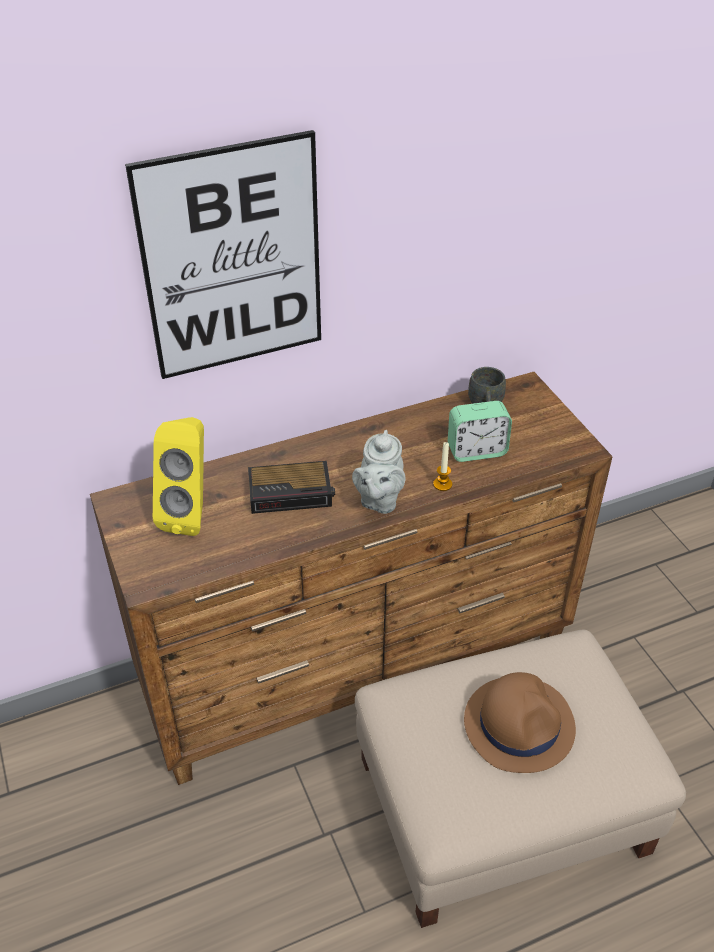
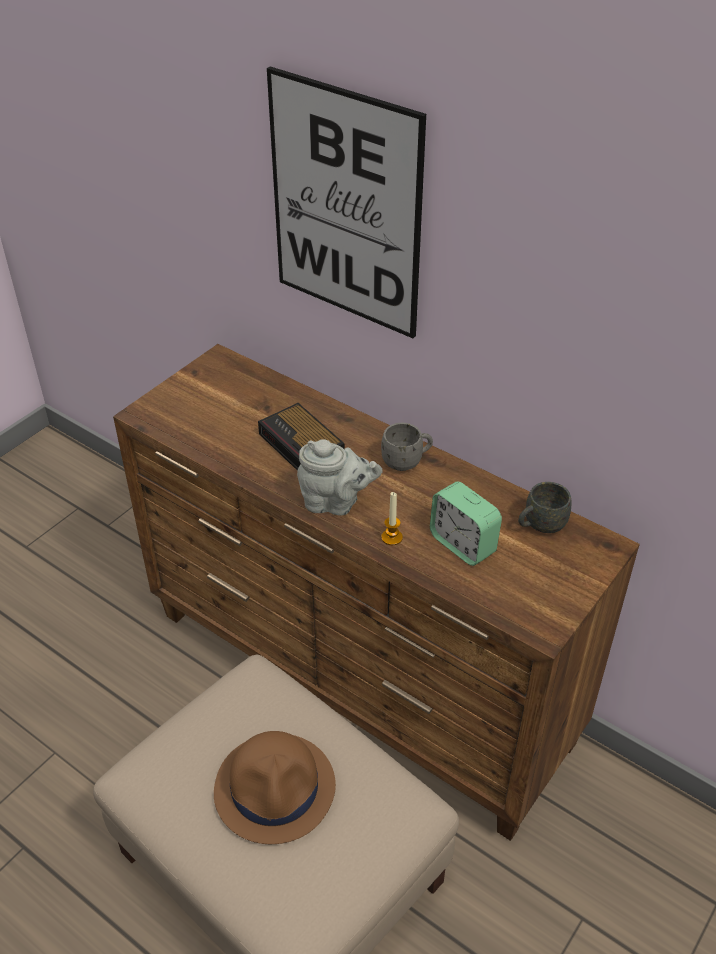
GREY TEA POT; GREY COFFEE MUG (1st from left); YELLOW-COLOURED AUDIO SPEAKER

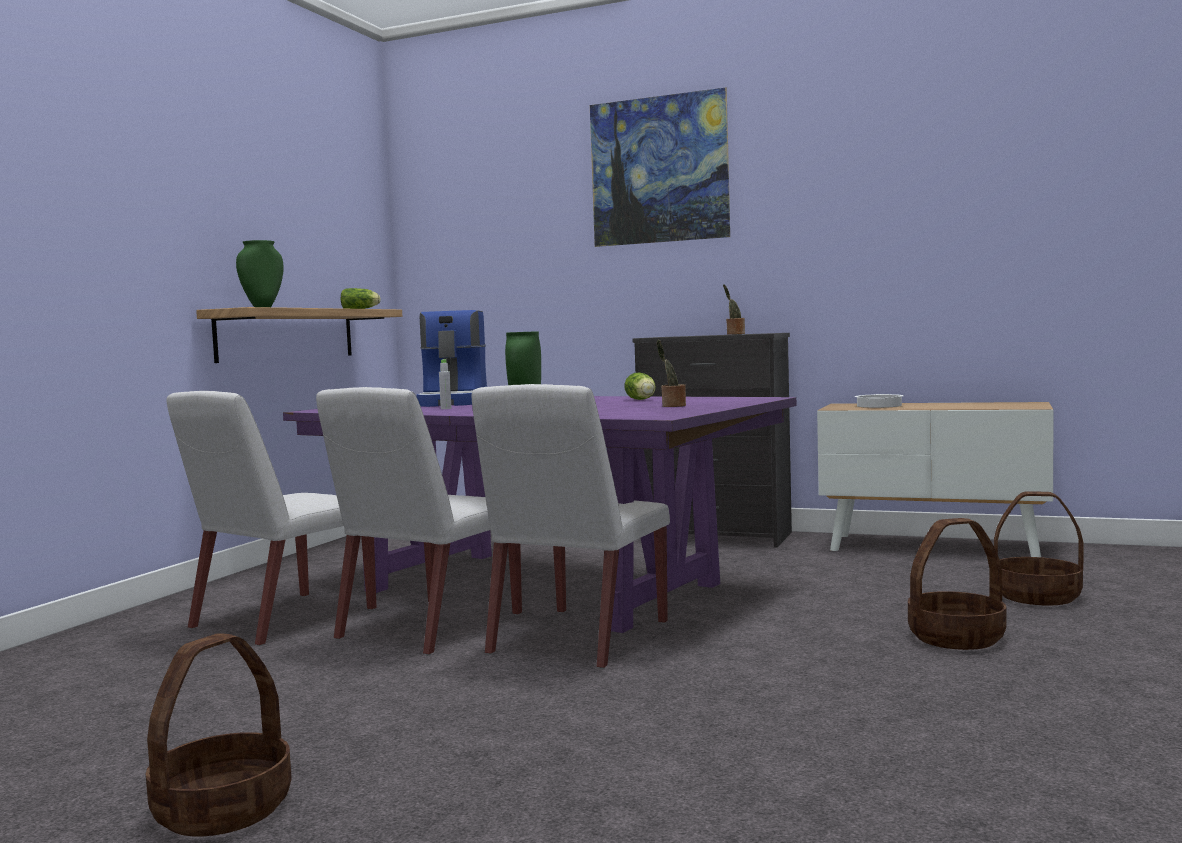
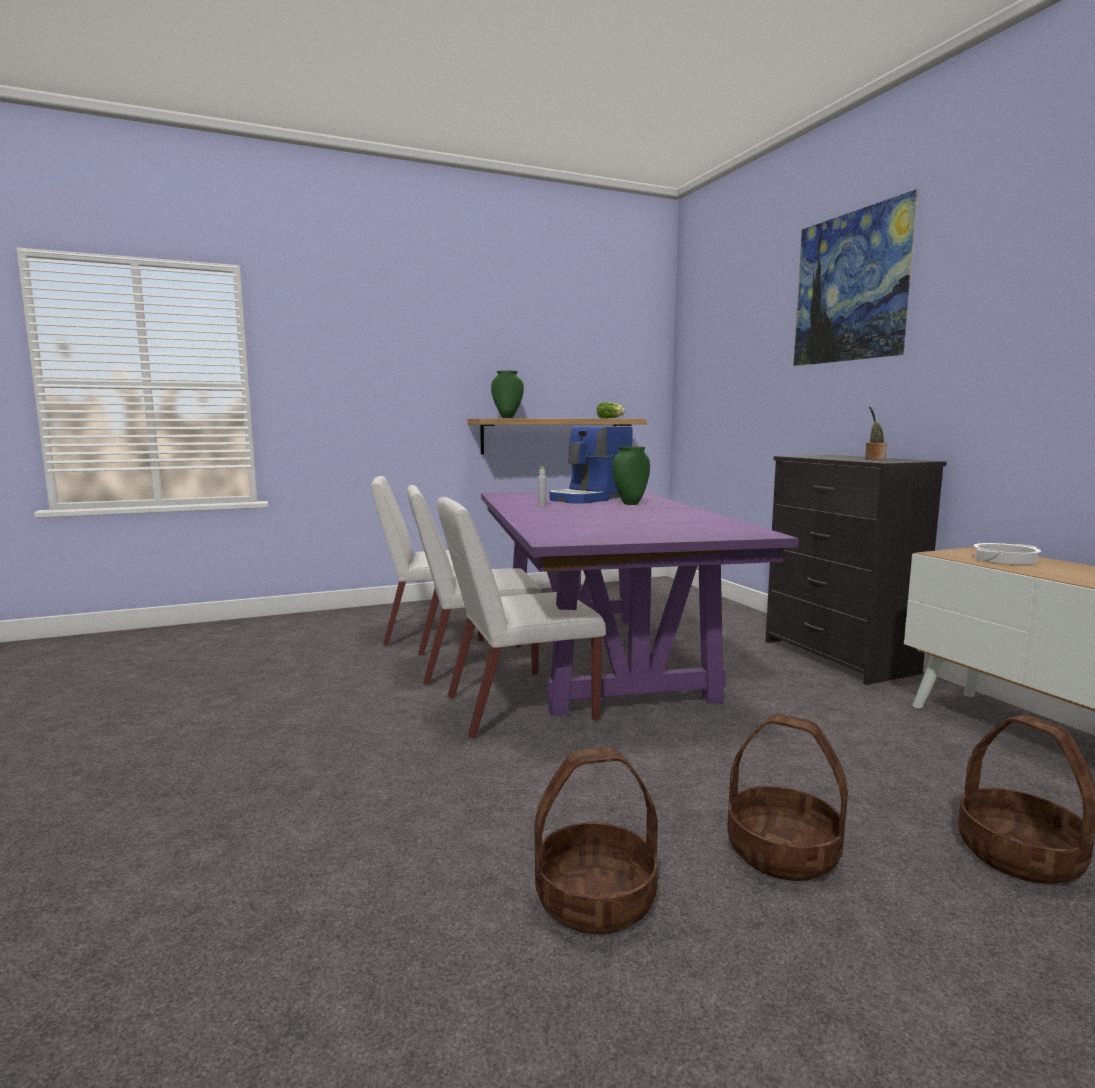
HOUSEHOLD BASKET (1st from left); HEAD OF LETTUCE (2nd from left in the first image); HOUSEPLANT (1st from left in the first image)

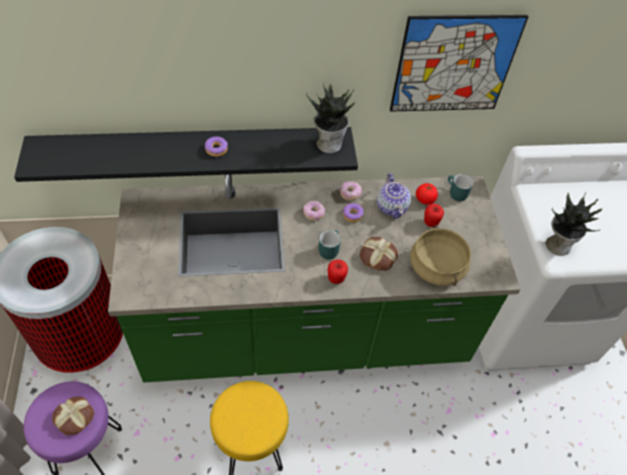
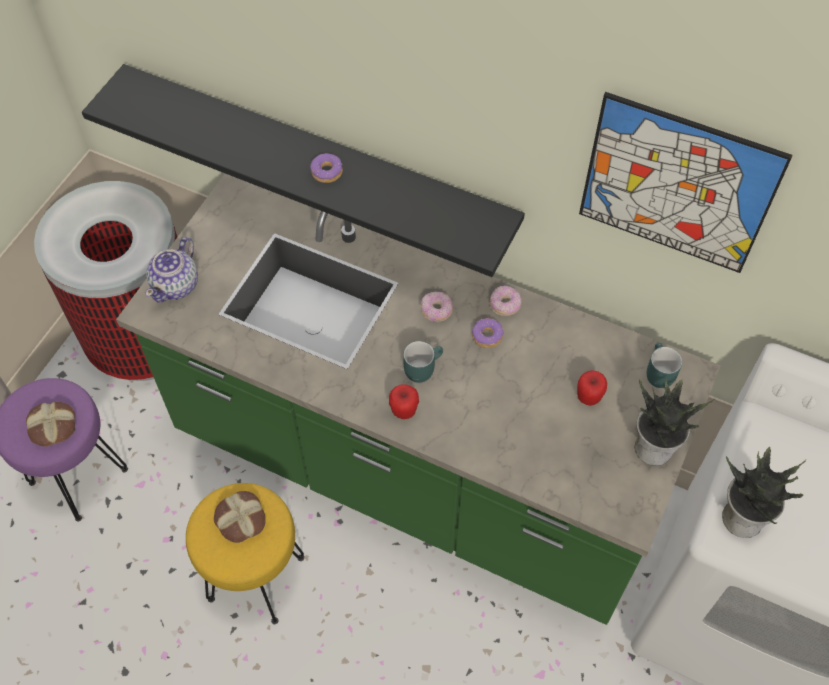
TEA POT; BAKED BREAD (2nd from left); HOUSEPLANT (1st from left); BEIGE SAUCEPOT; WHOLE TOMATO

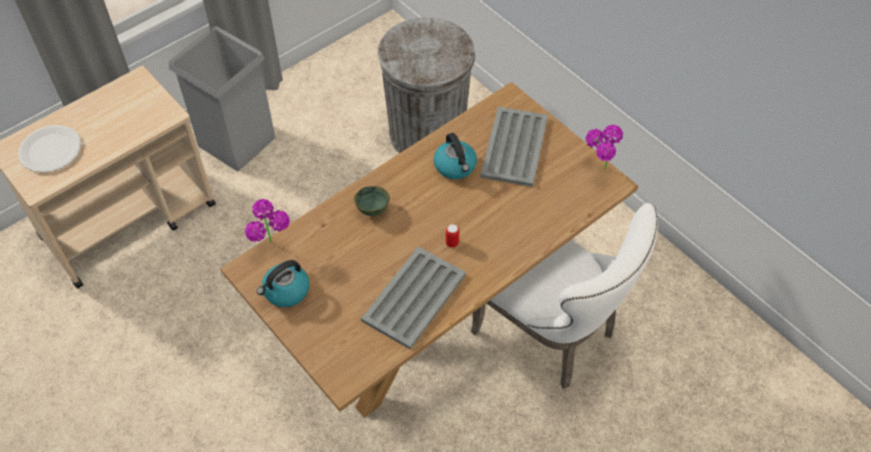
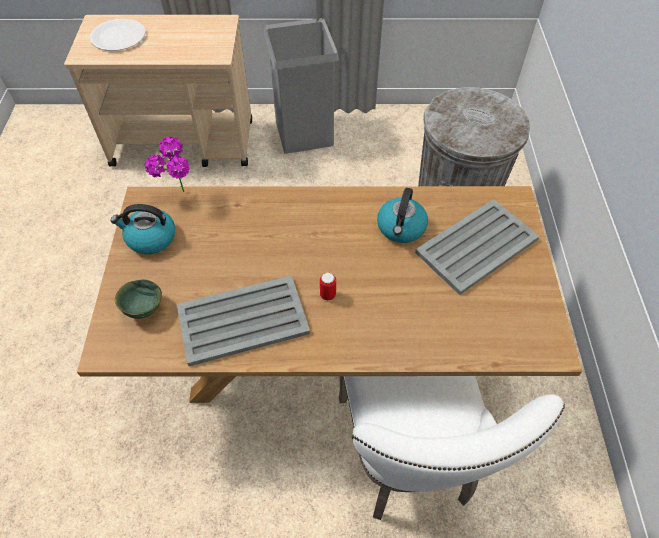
GREENISH DEEP DISH; HOUSEPLANT (2nd from left in the first image)

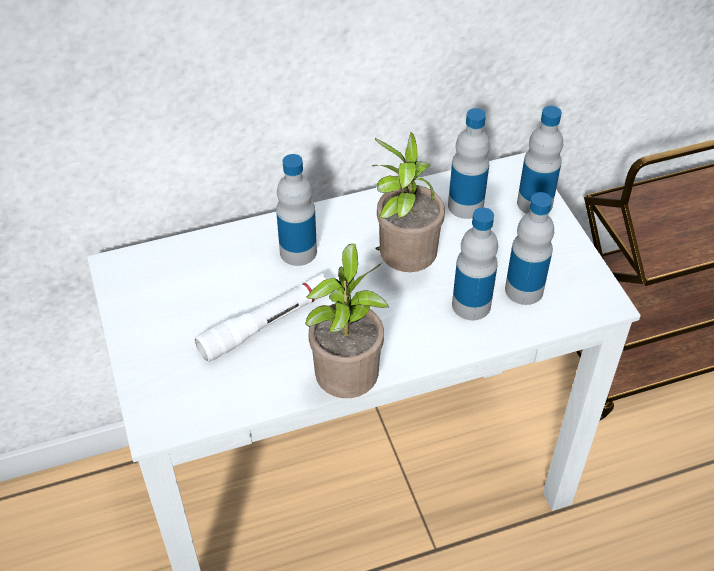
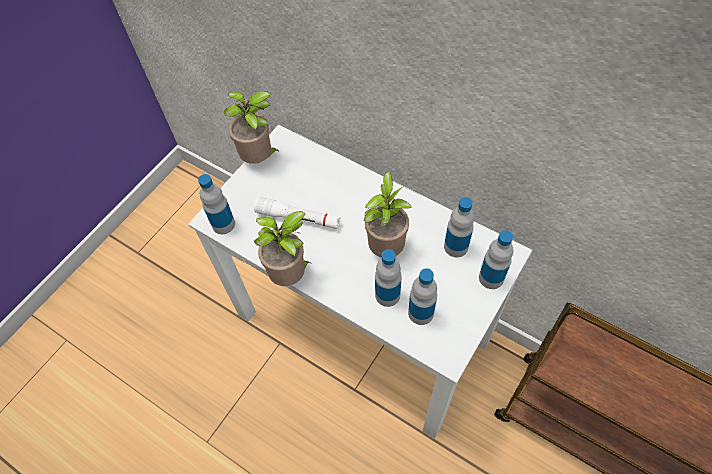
BOTTLE (1st from left); HOUSEPLANT (1st from left)

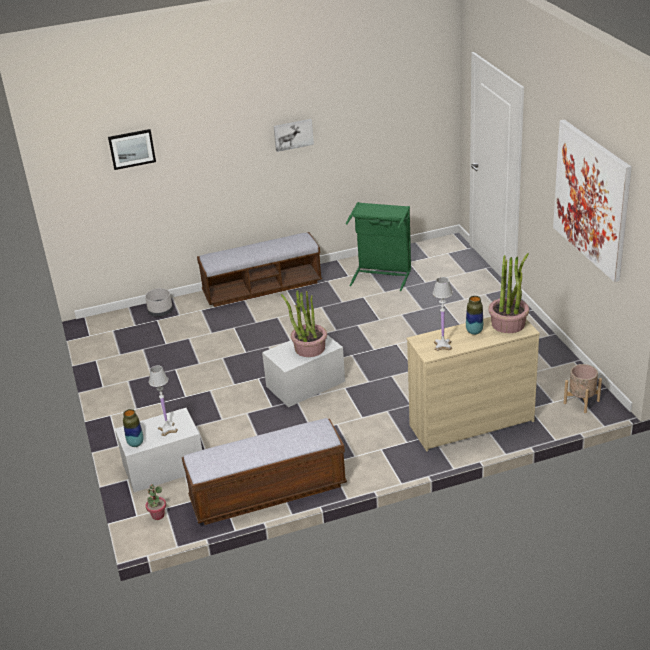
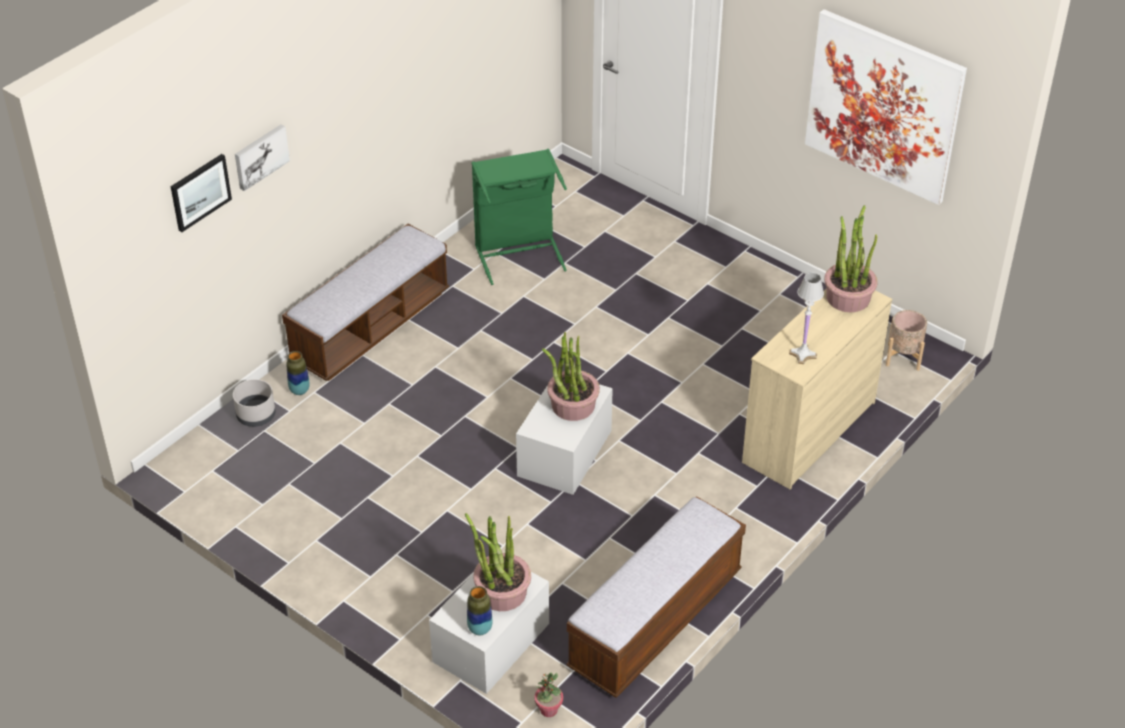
WALL PICTURE (2nd from left); DECORATIVE VASE (1st from left); HOUSEPLANT (1st from left)

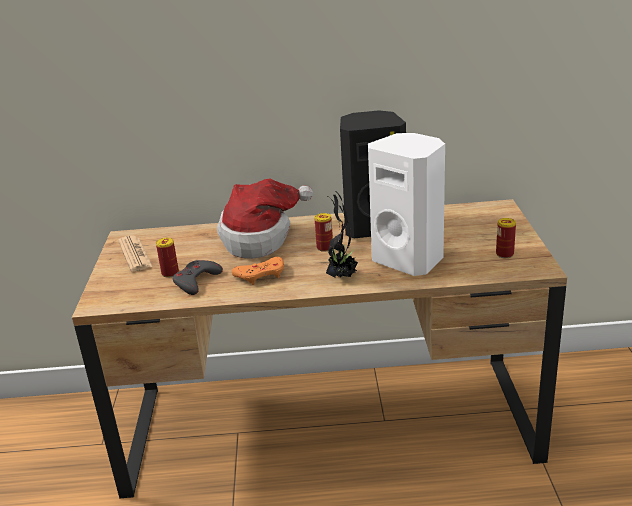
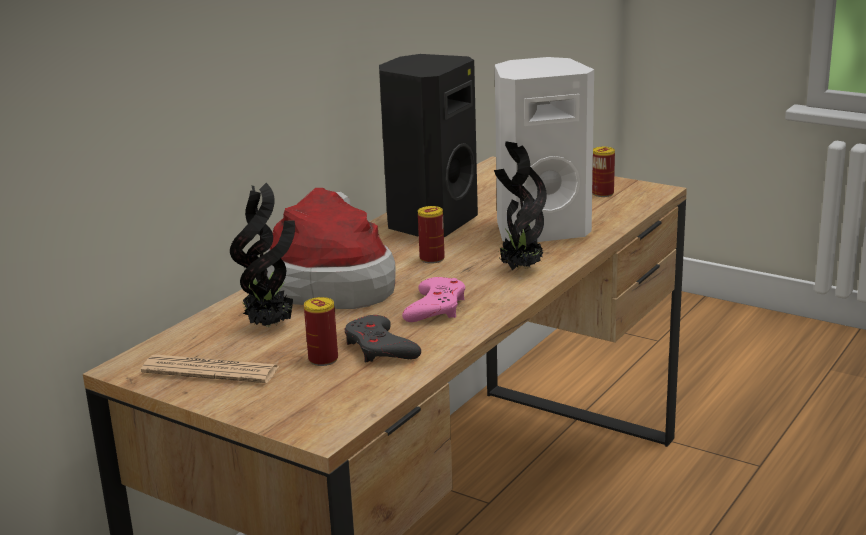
HOUSEPLANT (1st from left); PINKISH GAMEPAD

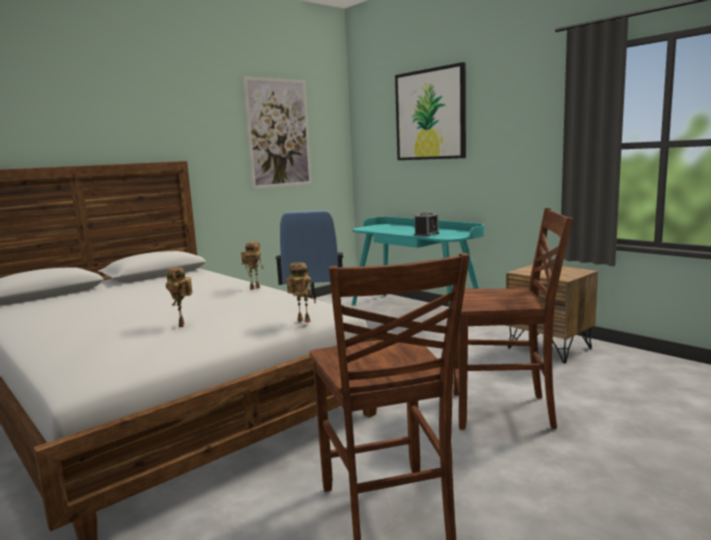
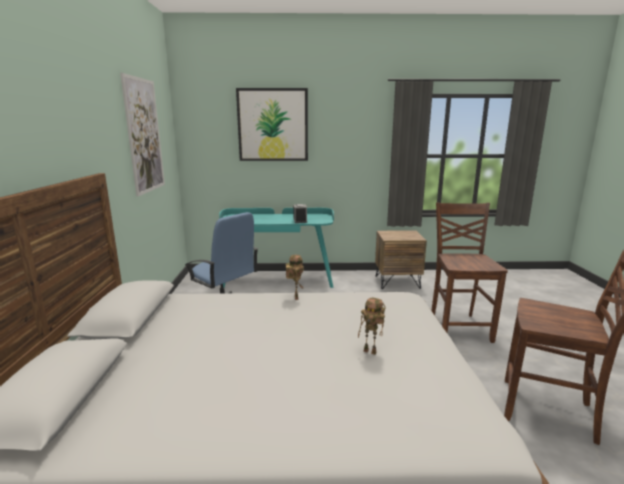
BROWN-COLOURED UPRIGHT CHAIR (1st from left); MODEL ROBOT (3rd from left in the first image)

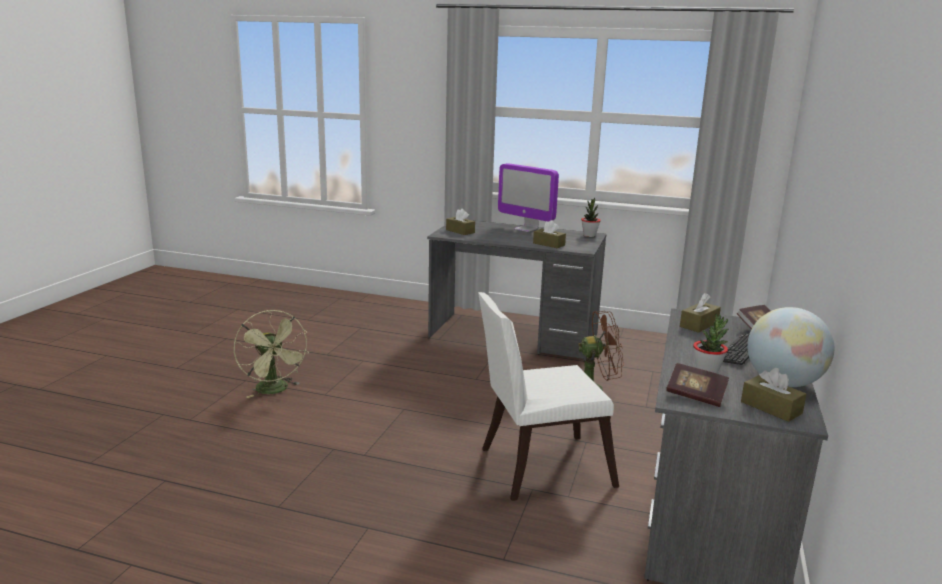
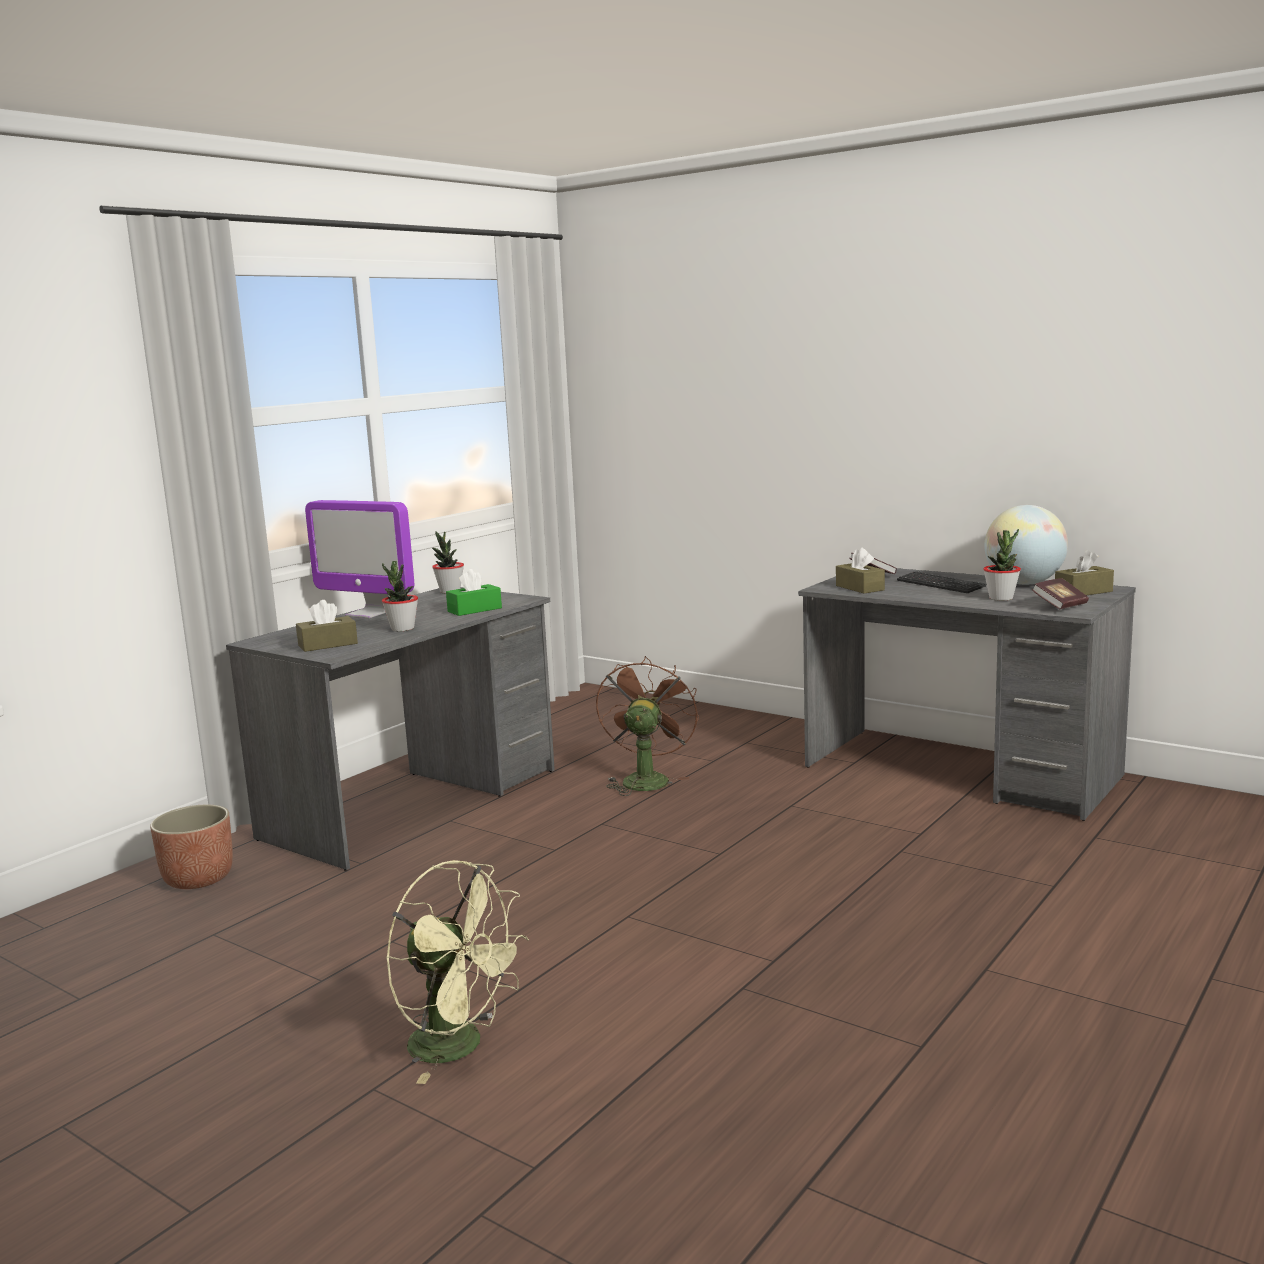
PLANTER; COMPUTER SCREEN; HOUSEPLANT (1st from left); GREENISH COOLING FAN; GREENISH BOX OF TISSUES; WHITISH UPRIGHT CHAIR

